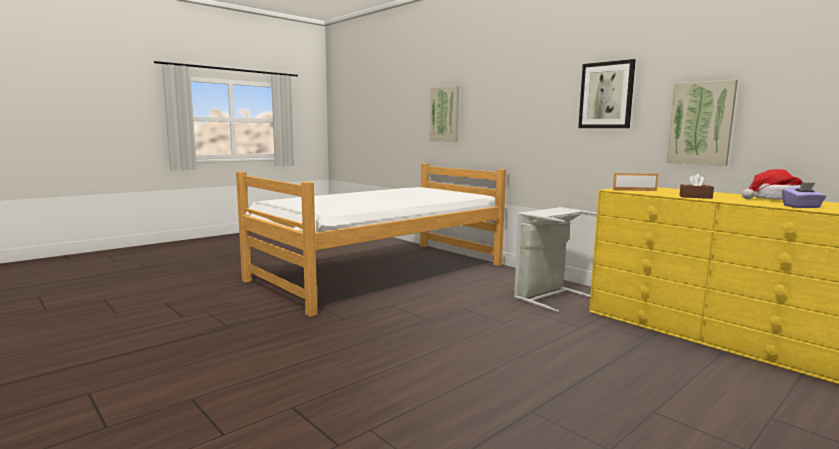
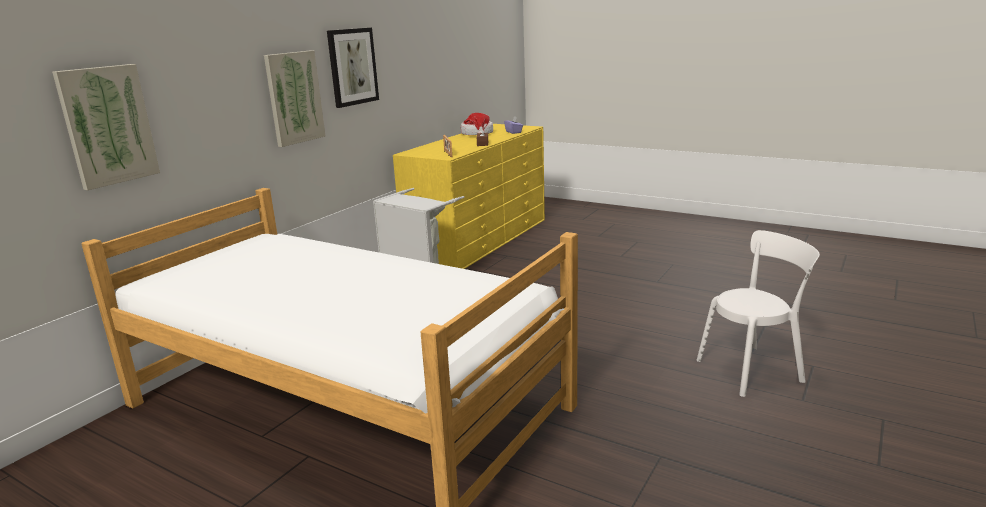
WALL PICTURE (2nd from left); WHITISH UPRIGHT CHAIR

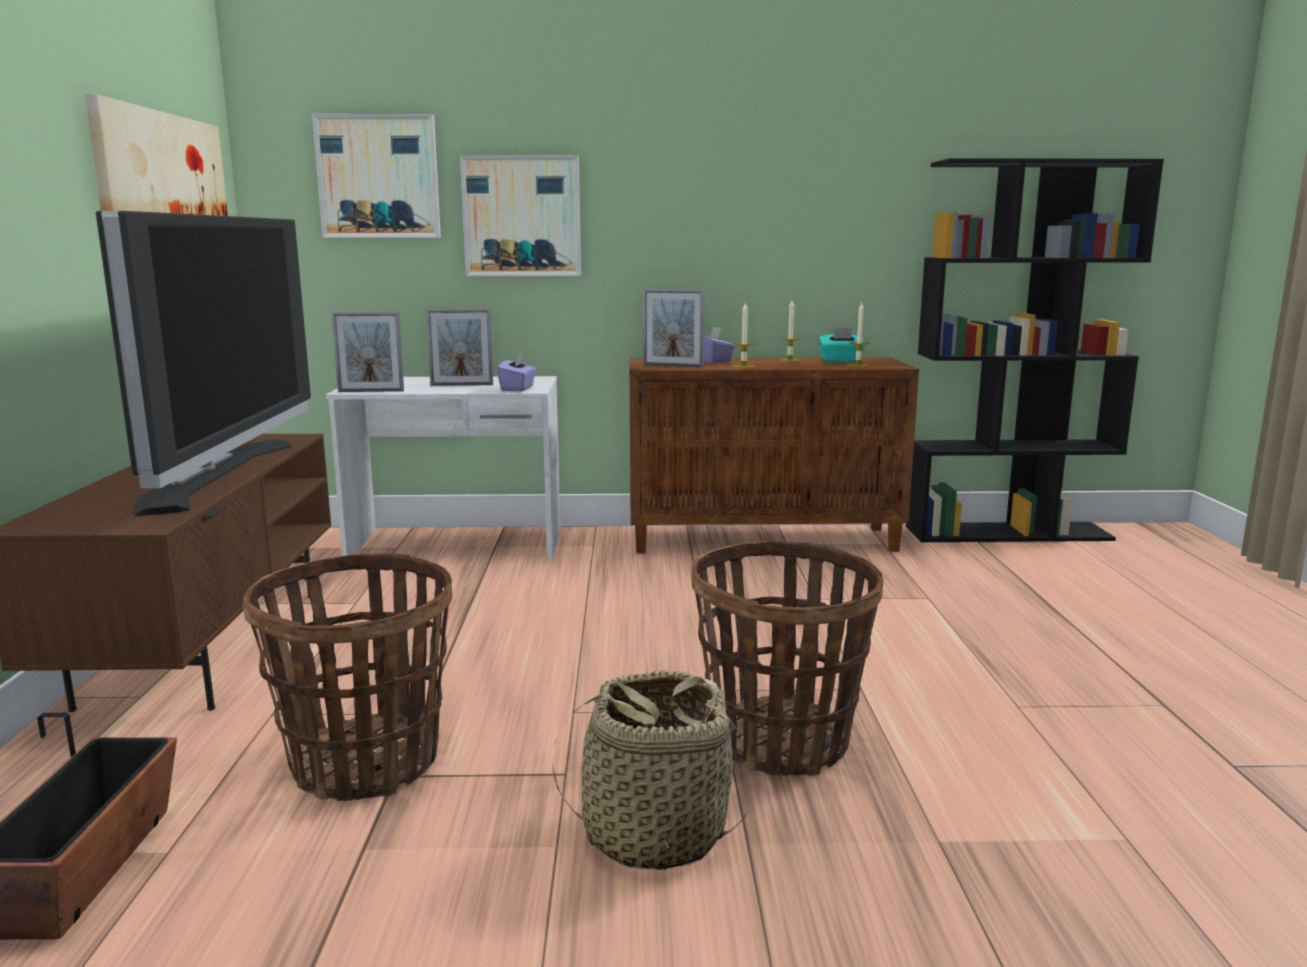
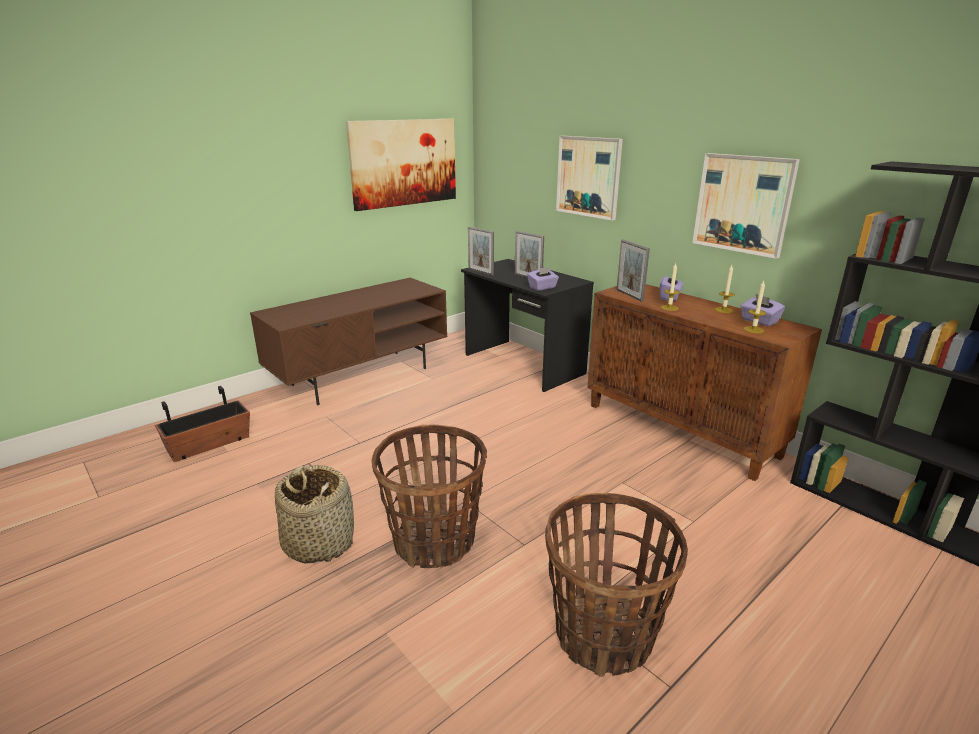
BLACK-COLOURED DESK; HOUSEHOLD BASKET (3rd from left); WALL PICTURE (3rd from left); PURPLISH BOX OF TISSUES (3rd from left); TELEVISION

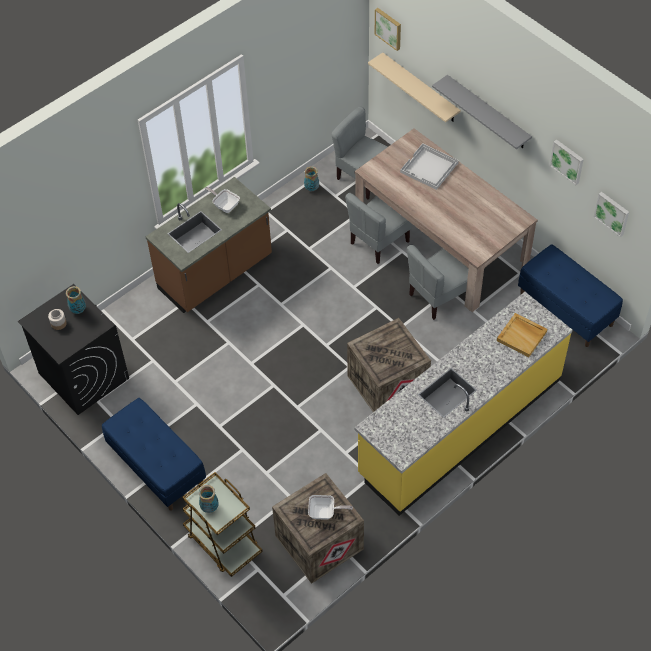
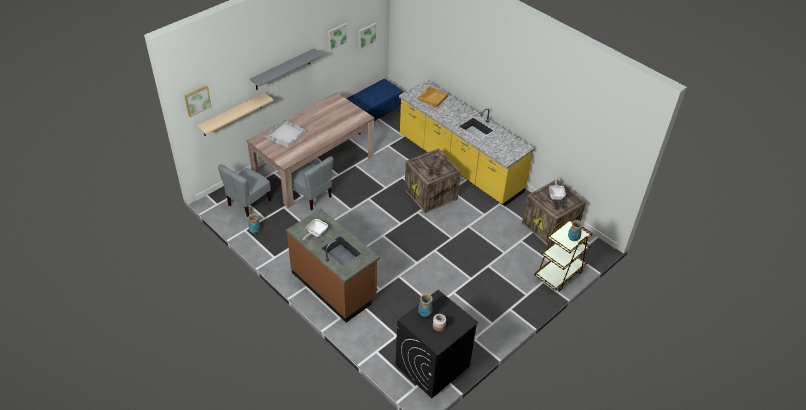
BLUE-COLOURED INDOOR BENCH (1st from left in the first image); GREY UPRIGHT CHAIR (3rd from left in the first image)

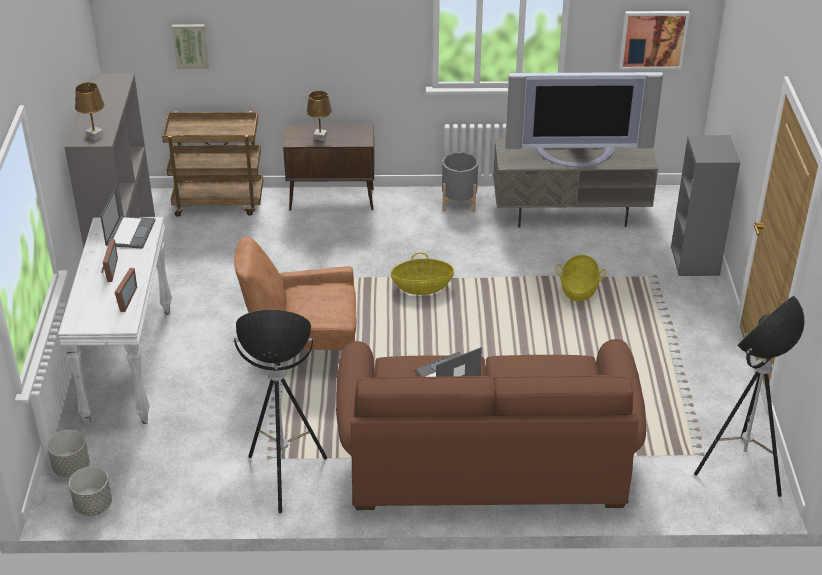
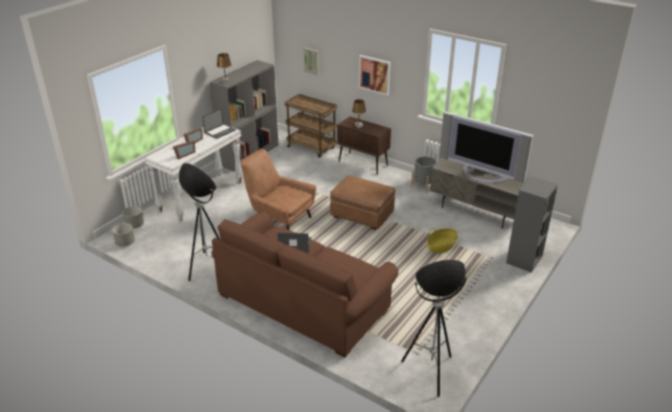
BROWN-COLOURED POUFFE; WALL PICTURE (2nd from left)

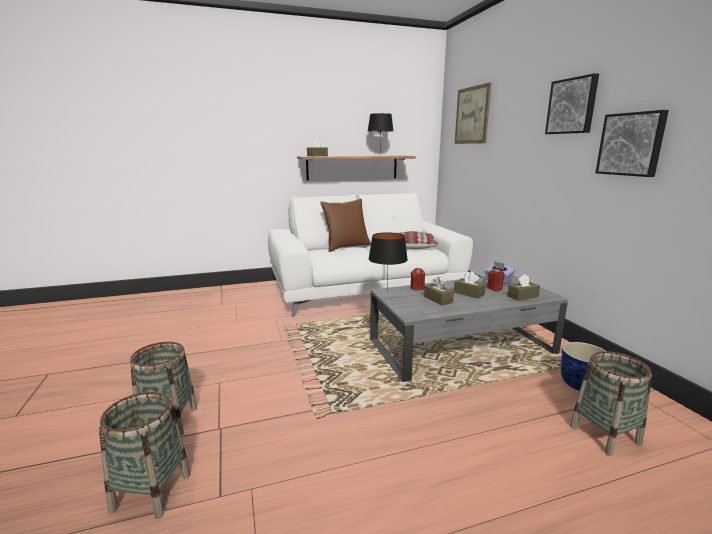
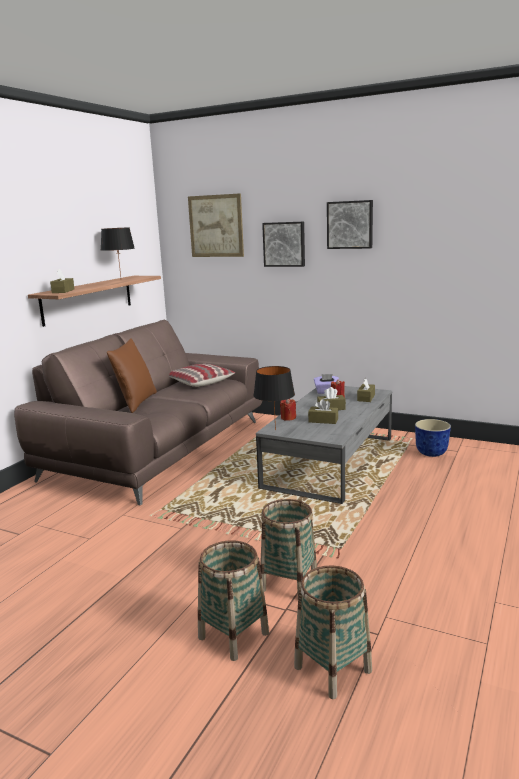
BROWN-COLOURED SETTEE; HOUSEHOLD BASKET (2nd from left); WALL PICTURE (2nd from left)

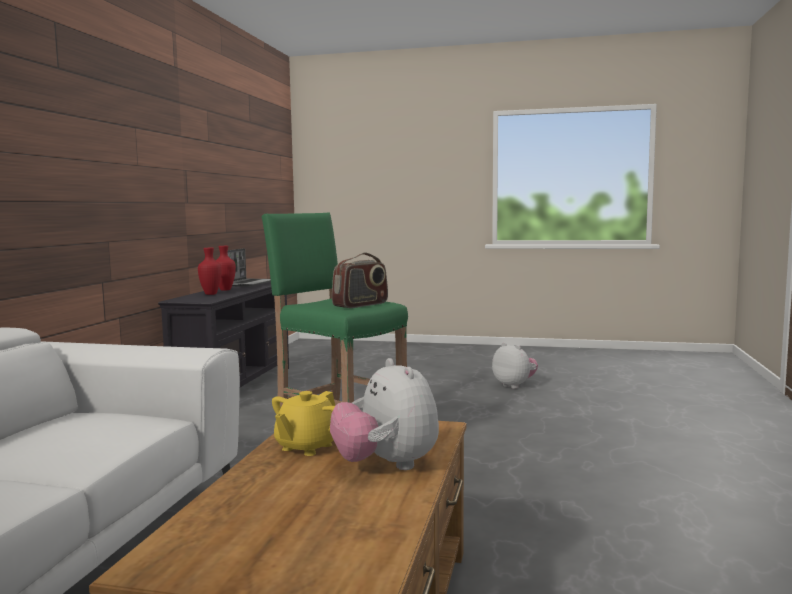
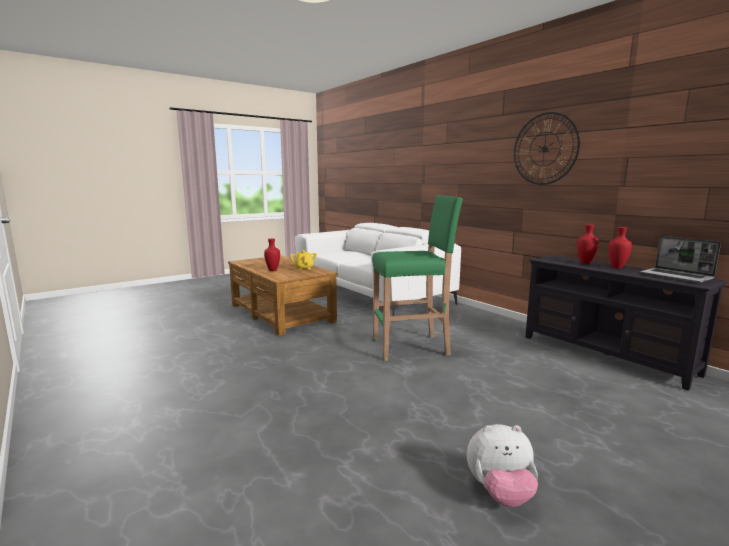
REDDISH DECORATIVE VASE (1st from left); WALL CLOCK; RADIO RECEIVER

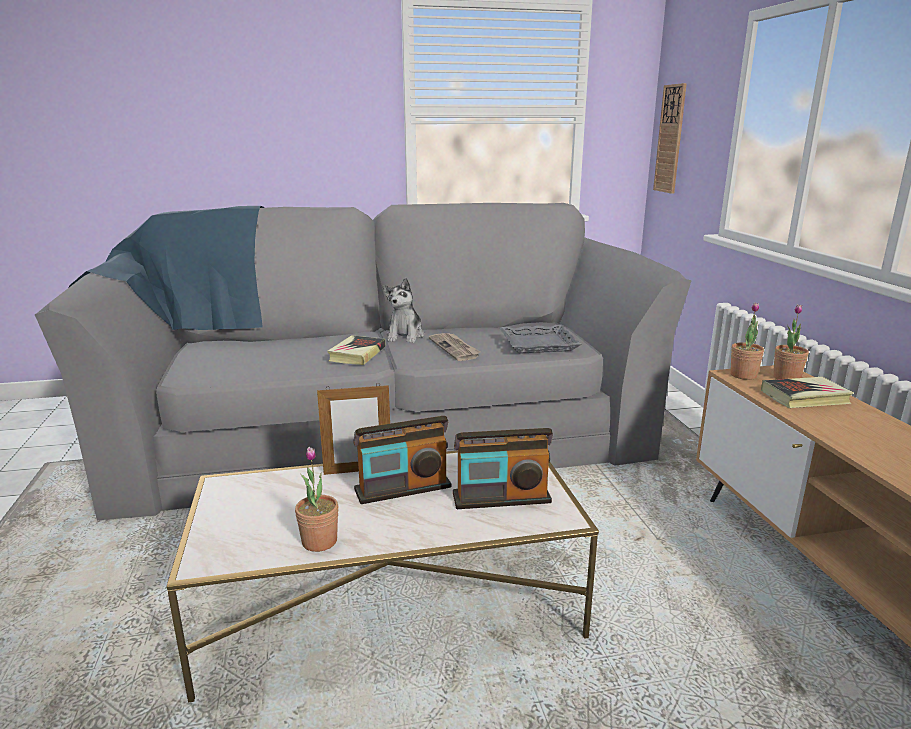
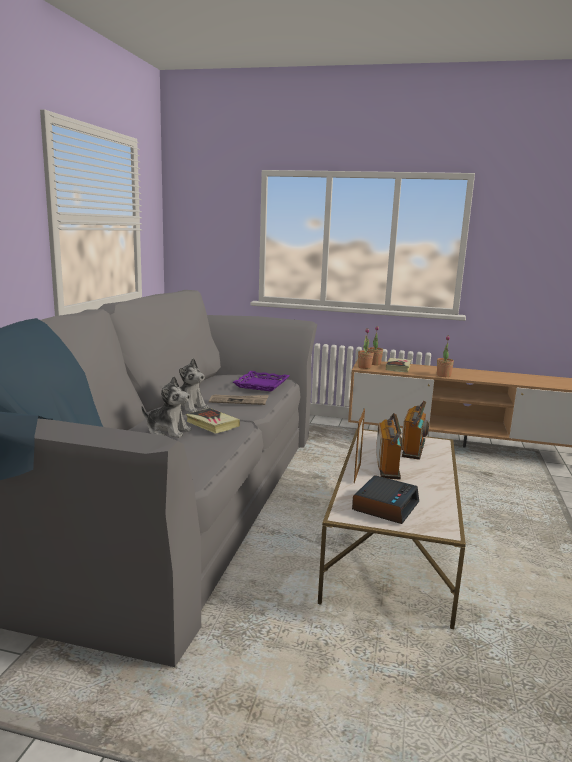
SOFT TOY (1st from left); PURPLISH CARRYING TRAY; ALARM CLOCK; HOUSEPLANT (3rd from left); WALL CLOCK

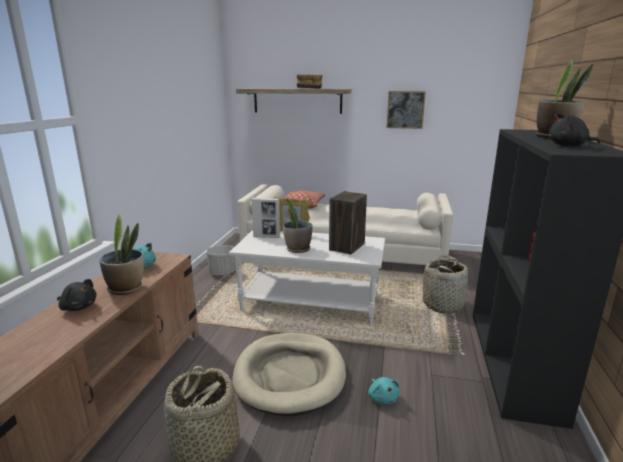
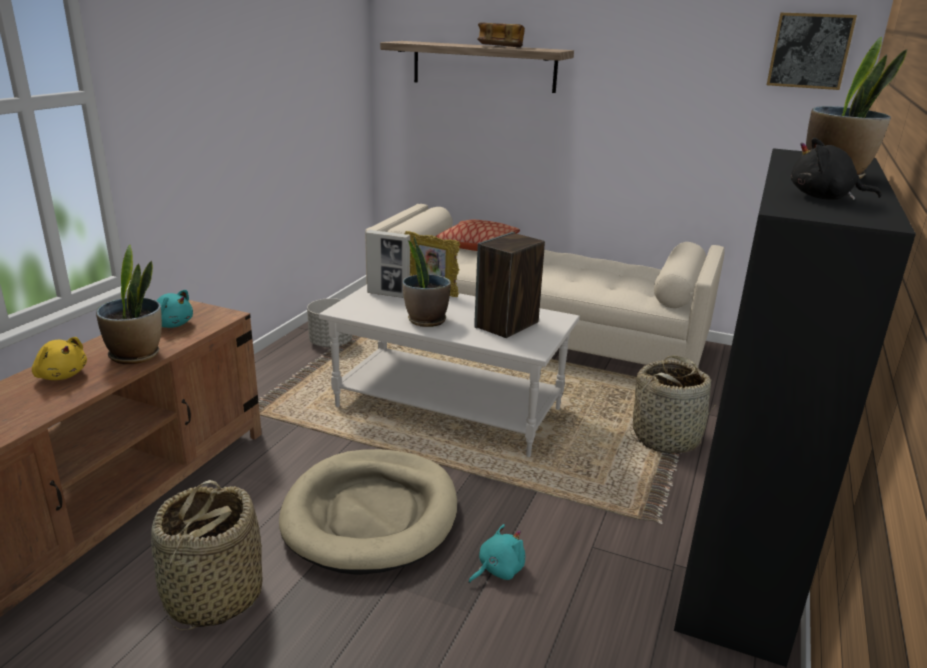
YELLOW-COLOURED SOFT TOY; TURQUOISE SOFT TOY (2nd from left); WALL PICTURE

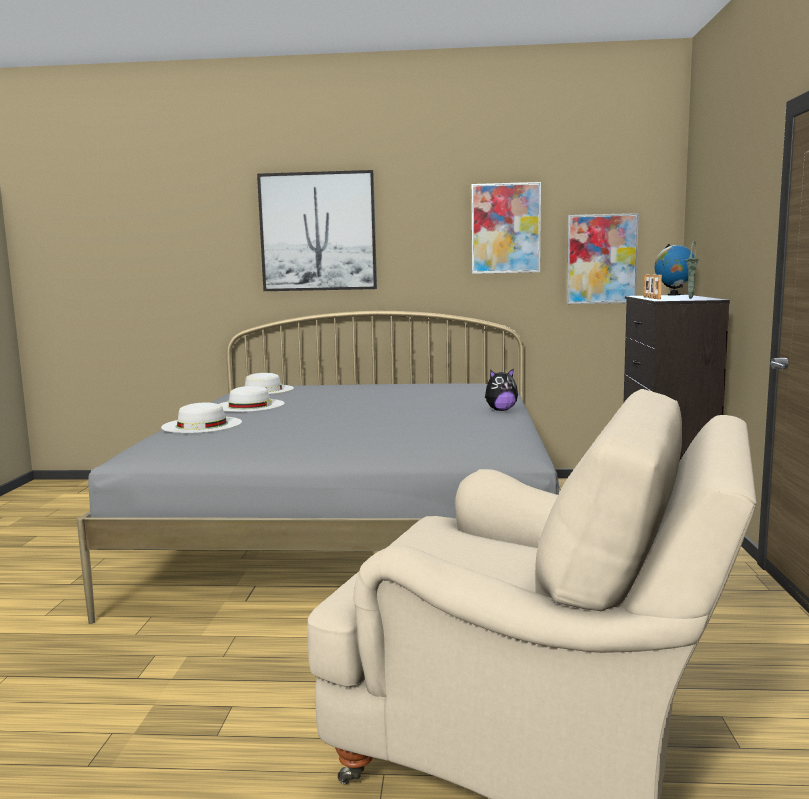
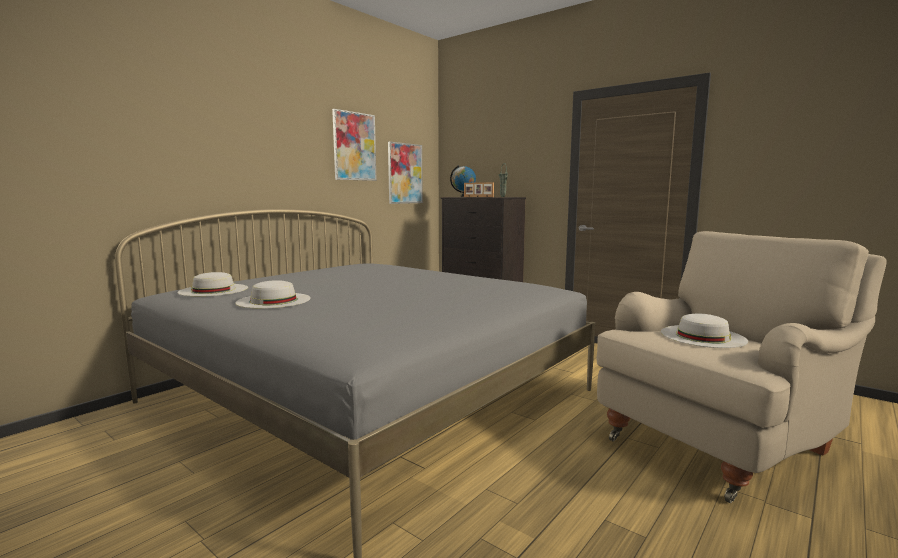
WHITISH WEARABLE HAT (3rd from left); WALL PICTURE (1st from left in the first image); SOFT TOY

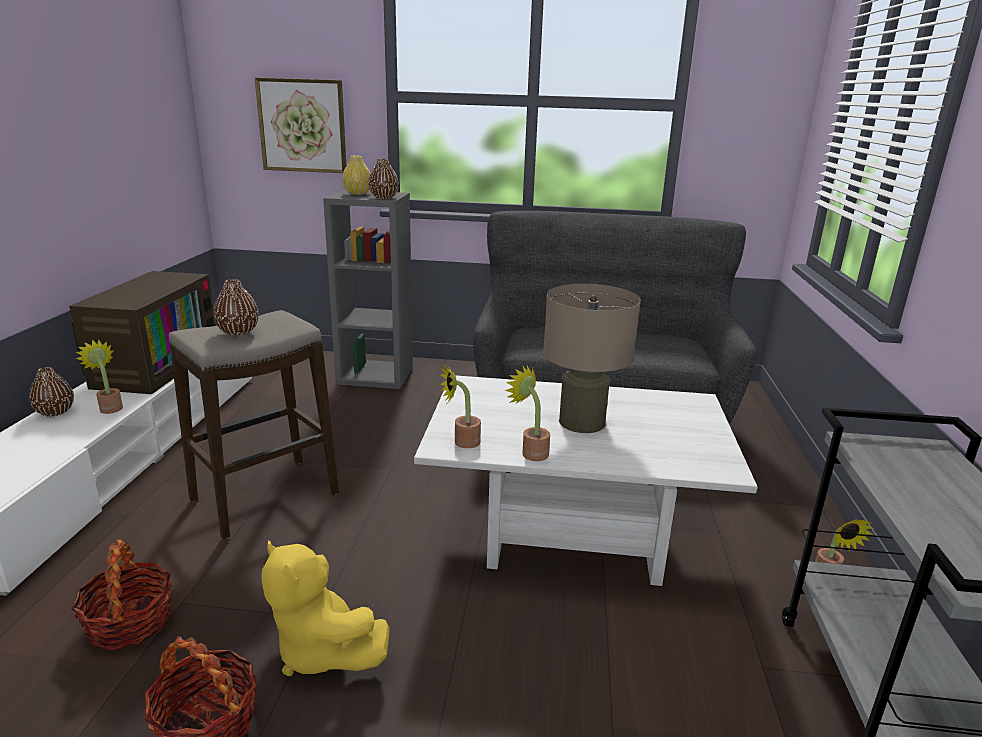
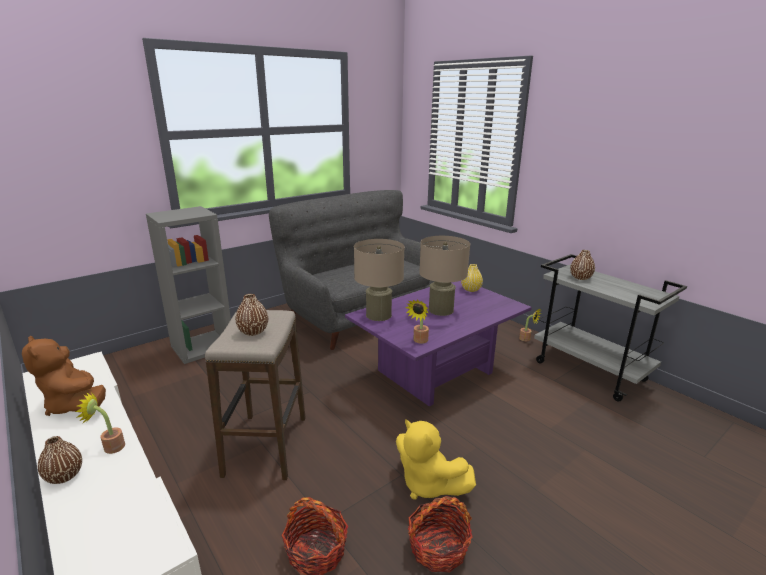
BROWN-COLOURED SOFT TOY; PURPLISH LOW TABLE; BEIGE TABLETOP LAMP (1st from left); YELLOW-COLOURED SOFT TOY; YELLOW-COLOURED DECORATIVE VASE; BROWN-COLOURED DECORATIVE VASE (3rd from left); WALL PICTURE; HOUSEPLANT (3rd from left in the first image)

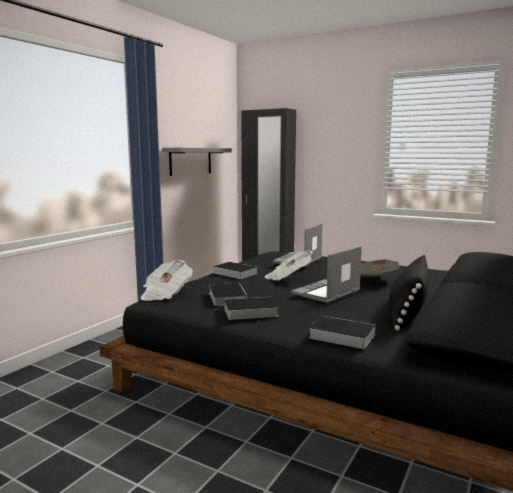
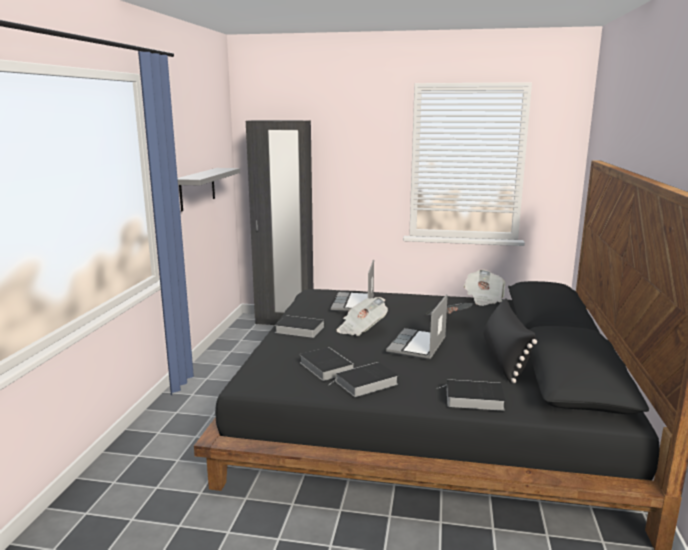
DAILY PAPER (3rd from left)

